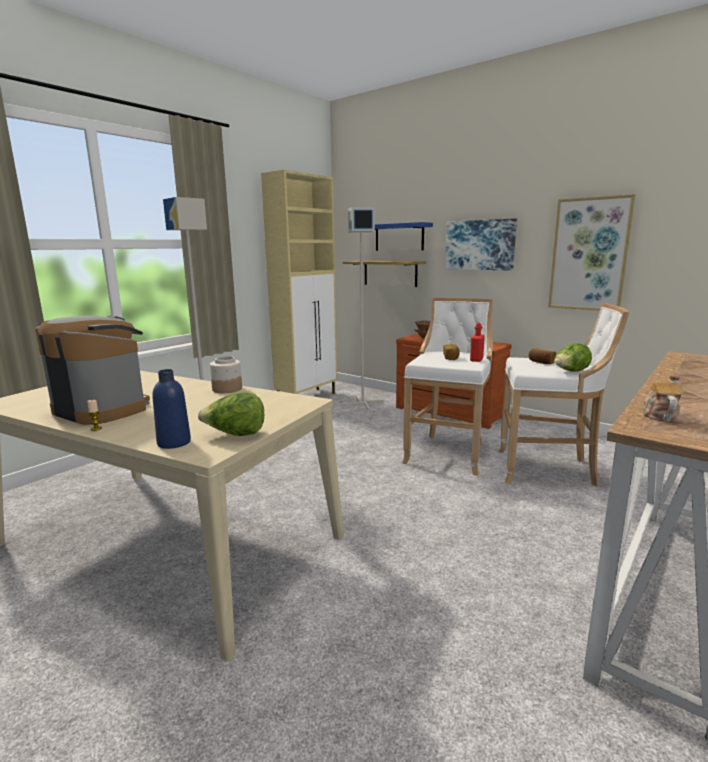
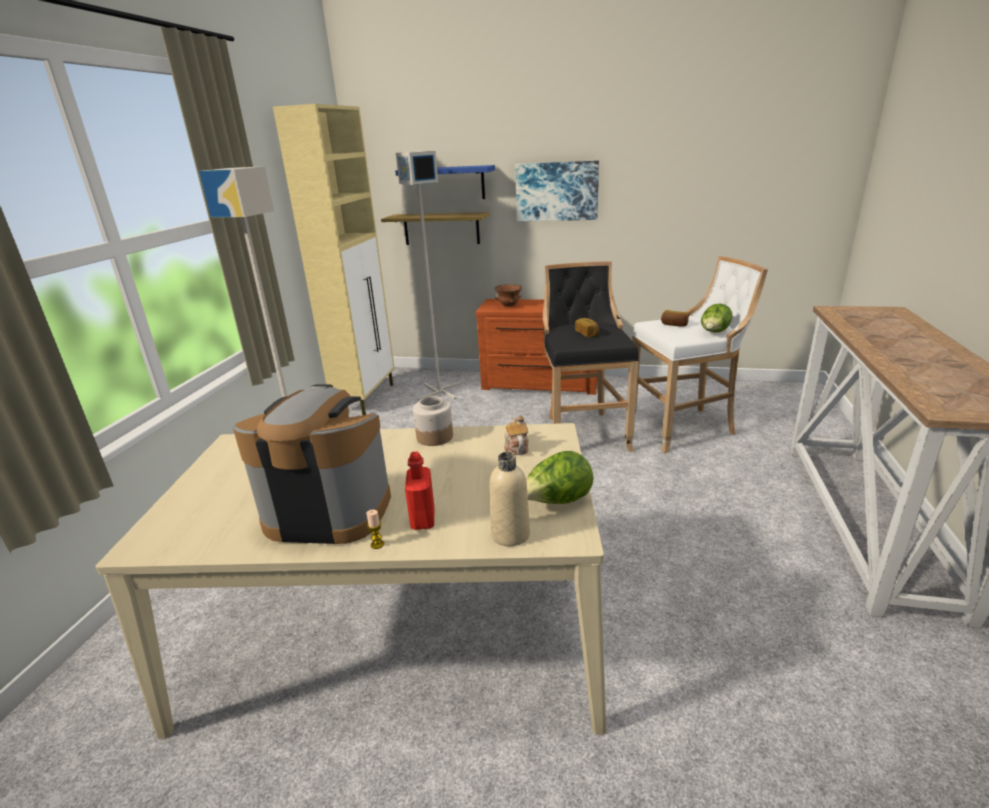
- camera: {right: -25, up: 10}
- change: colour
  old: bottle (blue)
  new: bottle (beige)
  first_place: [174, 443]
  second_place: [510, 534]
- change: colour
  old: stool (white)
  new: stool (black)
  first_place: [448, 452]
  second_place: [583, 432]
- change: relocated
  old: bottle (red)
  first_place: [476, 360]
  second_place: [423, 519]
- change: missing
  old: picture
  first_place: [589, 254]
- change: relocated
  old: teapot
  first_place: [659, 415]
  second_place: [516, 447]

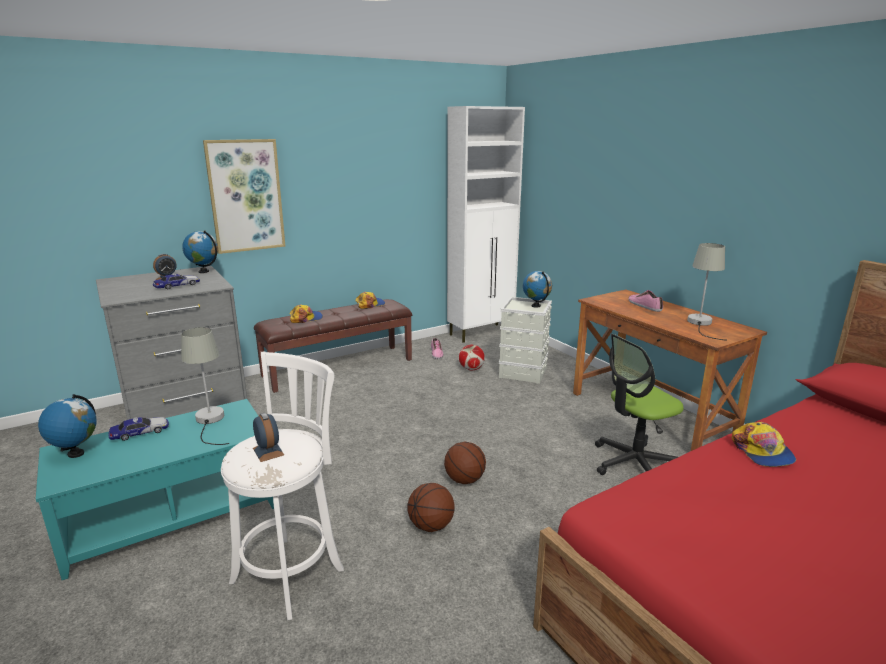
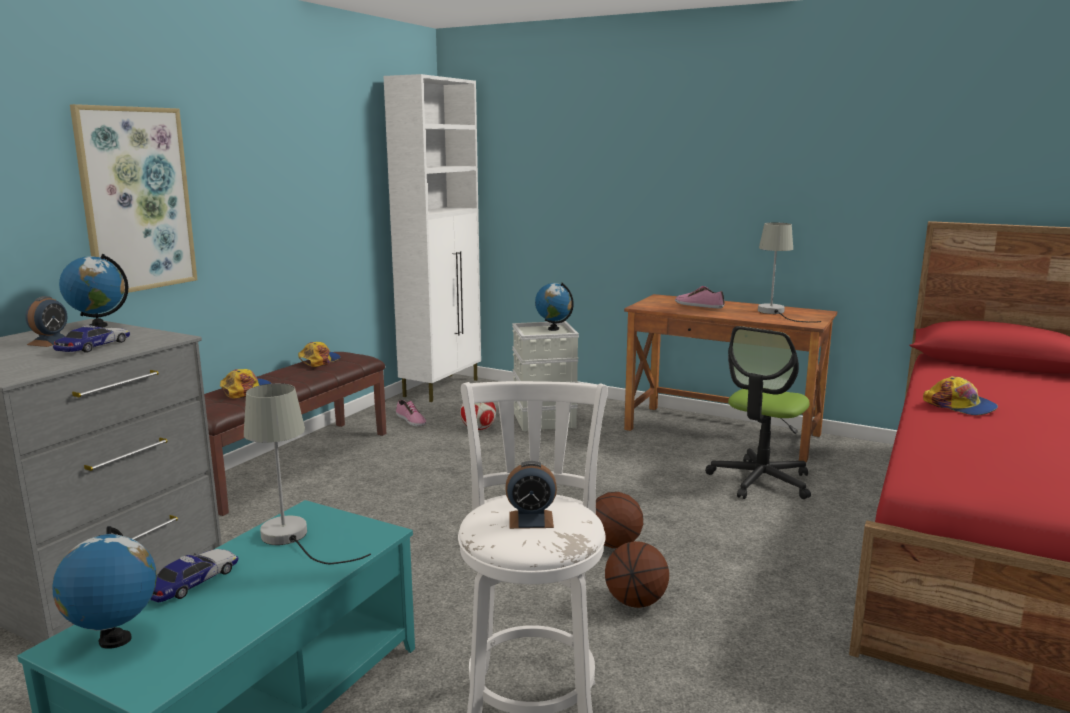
- camera: {right: -30, up: -5}
- change: spun
  old: alarm clock
  first_place: [268, 451]
  second_place: [531, 520]
  degrees: 150

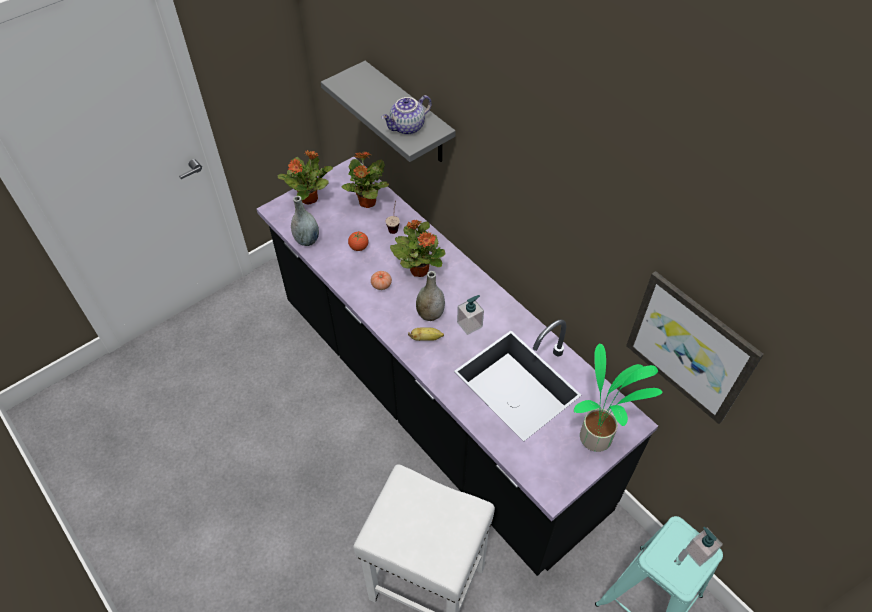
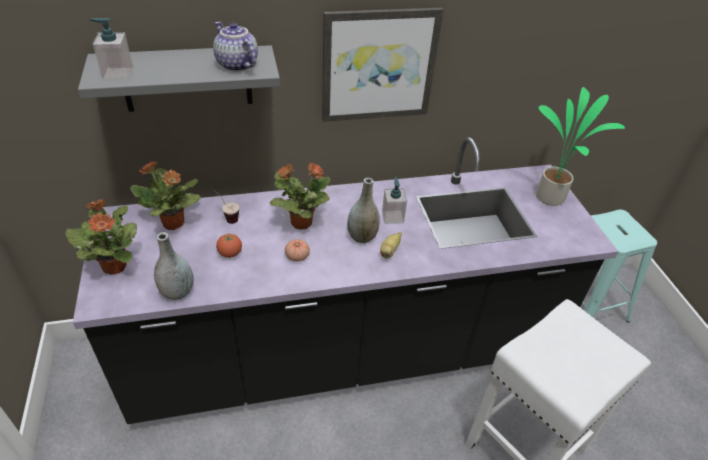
- camera: {right: -65, up: -10}
- change: spun
  old: teapot
  first_place: [407, 128]
  second_place: [235, 65]
  degrees: 150
- change: relocated
  old: picture
  first_place: [690, 347]
  second_place: [378, 65]
- change: relocated
  old: soap dispenser
  first_place: [698, 552]
  second_place: [118, 74]

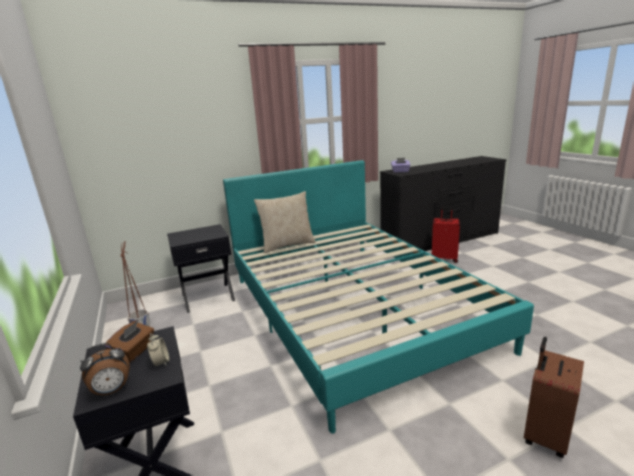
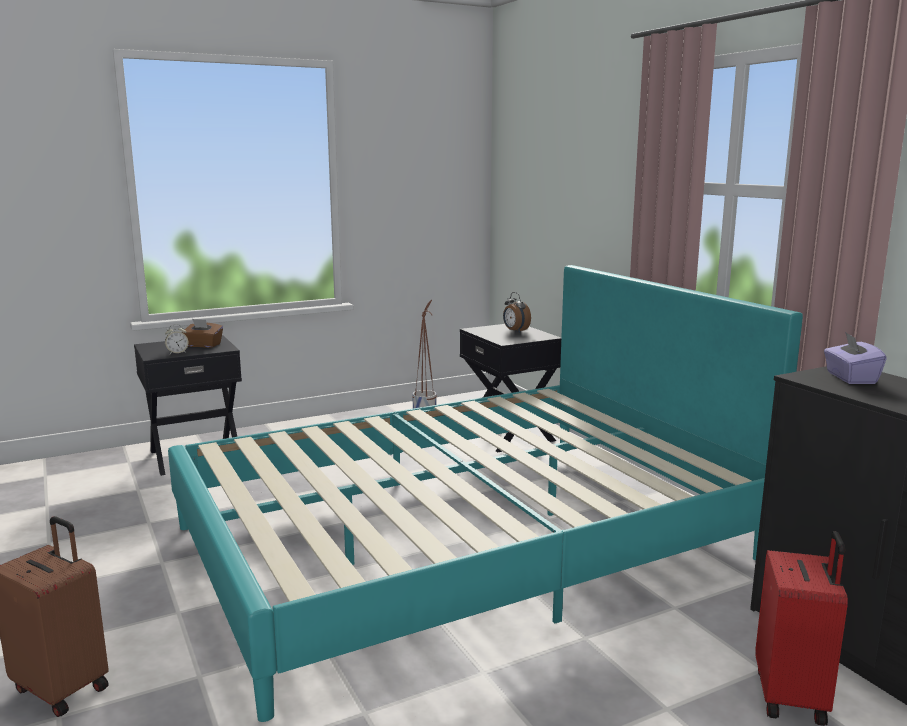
- camera: {right: 85, up: -5}
- change: relocated
  old: alarm clock
  first_place: [112, 391]
  second_place: [515, 331]
- change: missing
  old: pillow (beige)
  first_place: [287, 245]

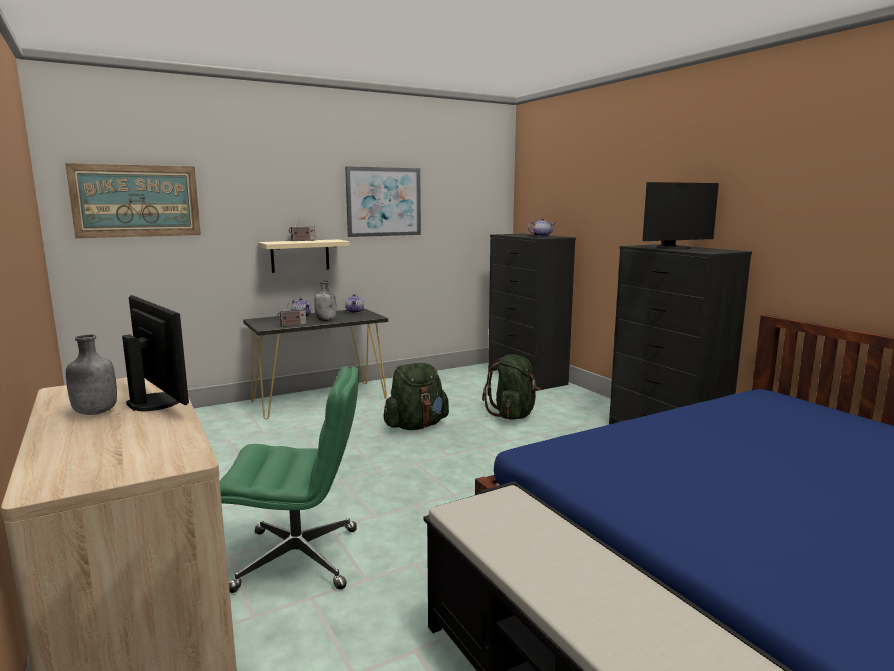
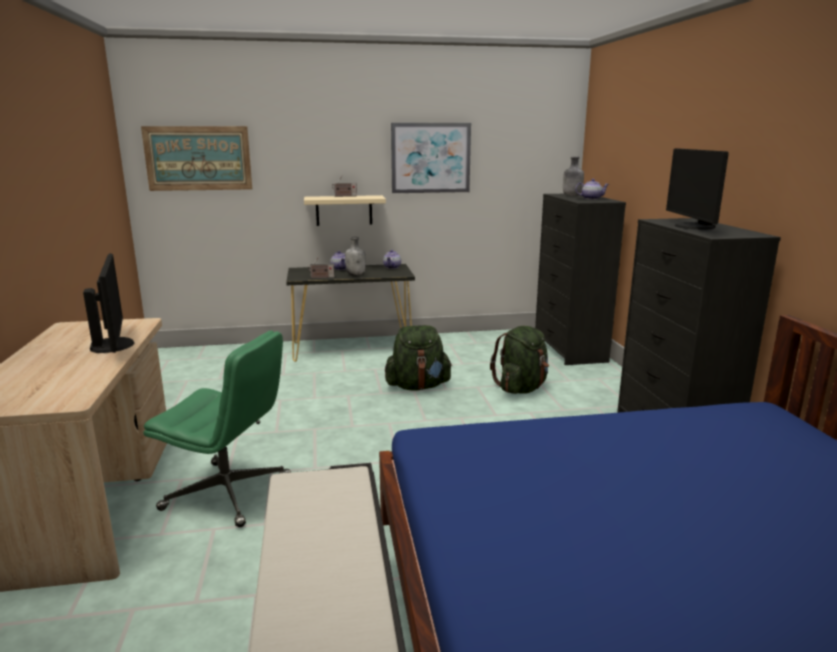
- camera: {right: 20, up: 5}
- change: relocated
  old: bottle (grey)
  first_place: [94, 413]
  second_place: [571, 195]
- change: spun
  old: monitor
  first_place: [675, 248]
  second_place: [692, 227]
  degrees: 90

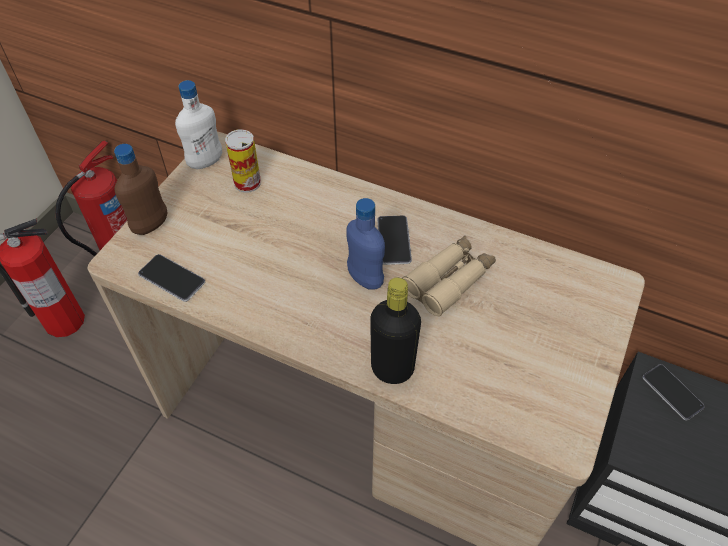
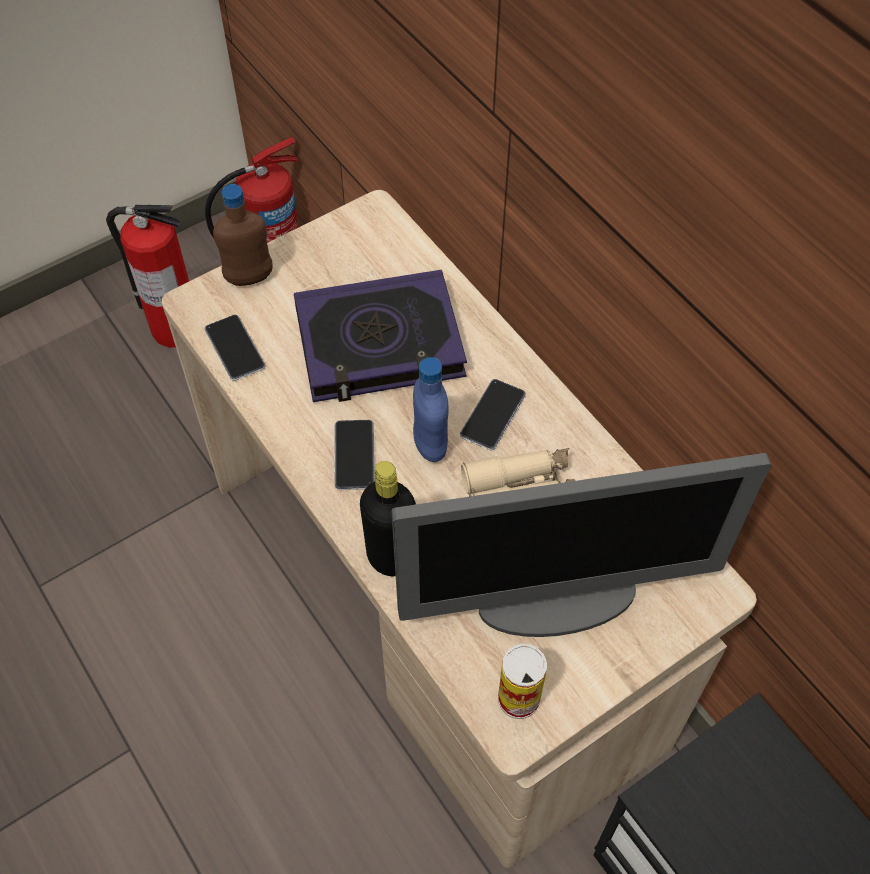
- camera: {right: 30, up: 5}
- change: missing
  old: bottle (white)
  first_place: [205, 162]
- change: relocated
  old: can
  first_place: [247, 183]
  second_place: [518, 698]
- change: relocated
  old: phone
  first_place: [672, 392]
  second_place: [354, 455]
- change: appeared
  new: book
  second_place: [379, 345]
- change: appeared
  new: monitor
  second_place: [558, 600]

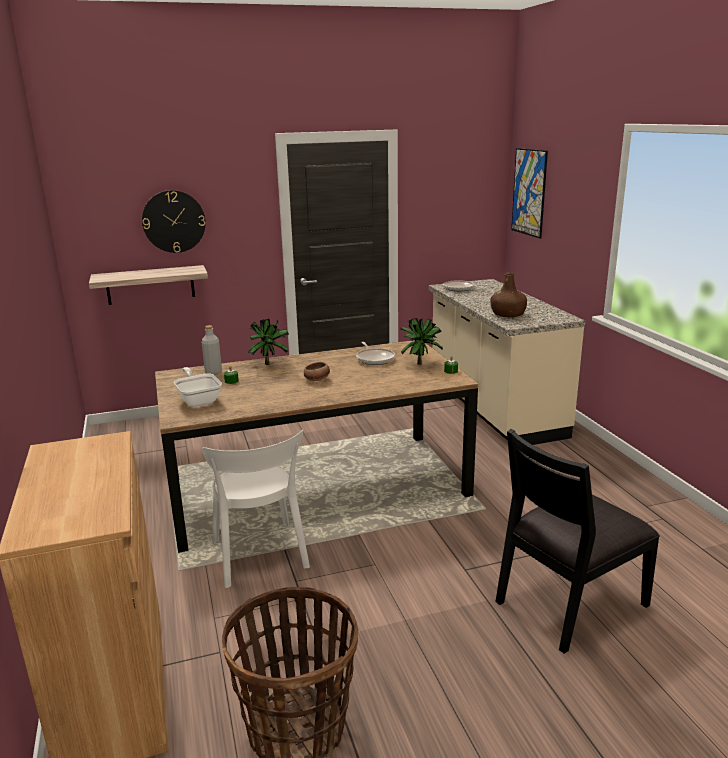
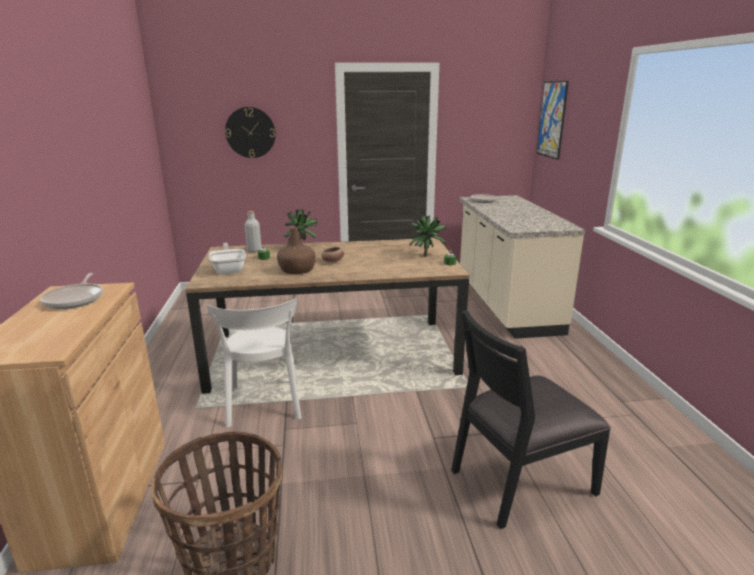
- camera: {right: 10, up: 0}
- change: missing
  old: shelf
  first_place: [150, 285]
- change: relocated
  old: frying pan
  first_place: [375, 359]
  second_place: [75, 299]
- change: relocated
  old: bottle (brown)
  first_place: [508, 314]
  second_place: [297, 270]

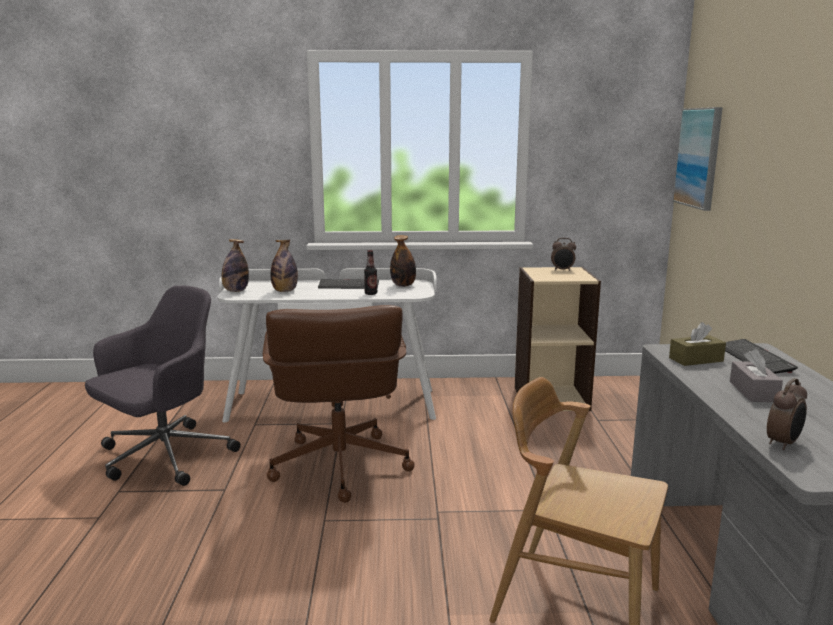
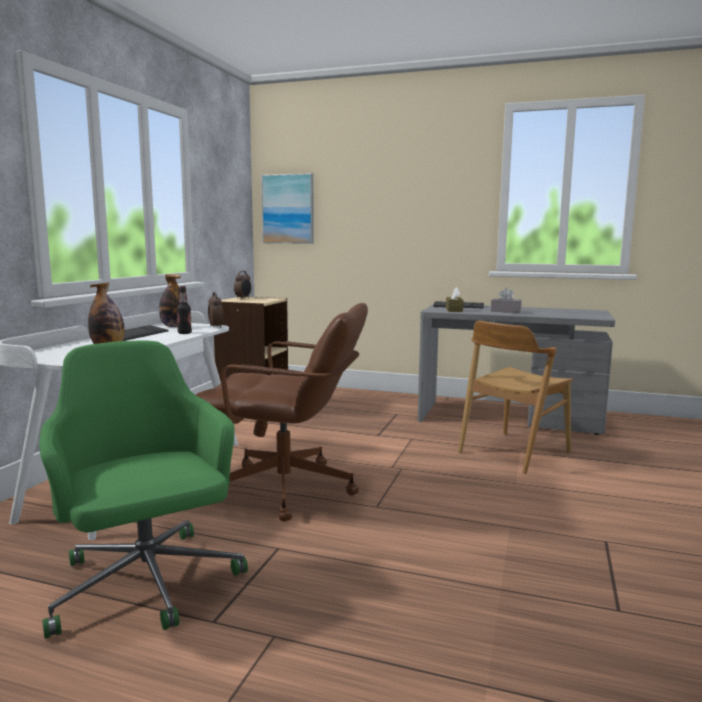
- camera: {right: -70, up: -5}
- change: colour
  old: office chair (grey)
  new: office chair (green)
  first_place: [163, 457]
  second_place: [146, 585]
- change: missing
  old: bottle
  first_place: [236, 291]
- change: relocated
  old: alarm clock
  first_place: [783, 443]
  second_place: [216, 327]

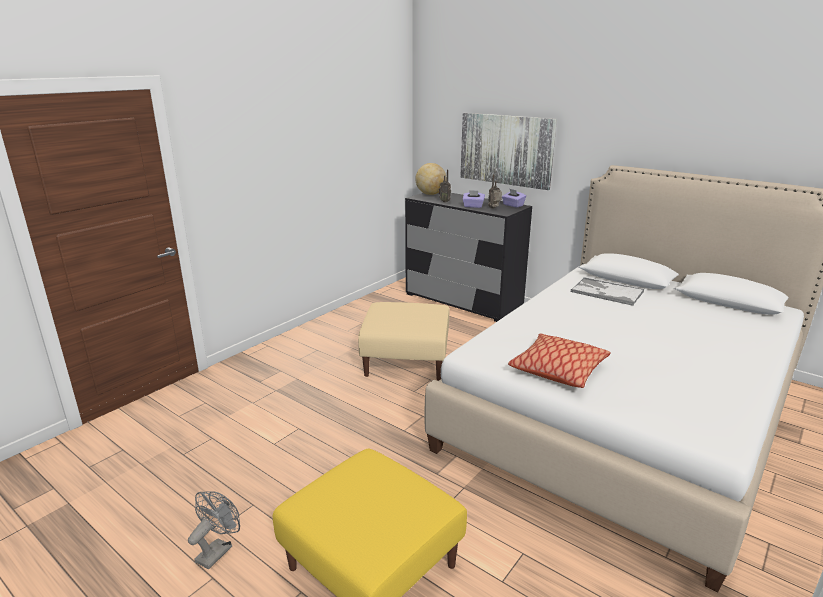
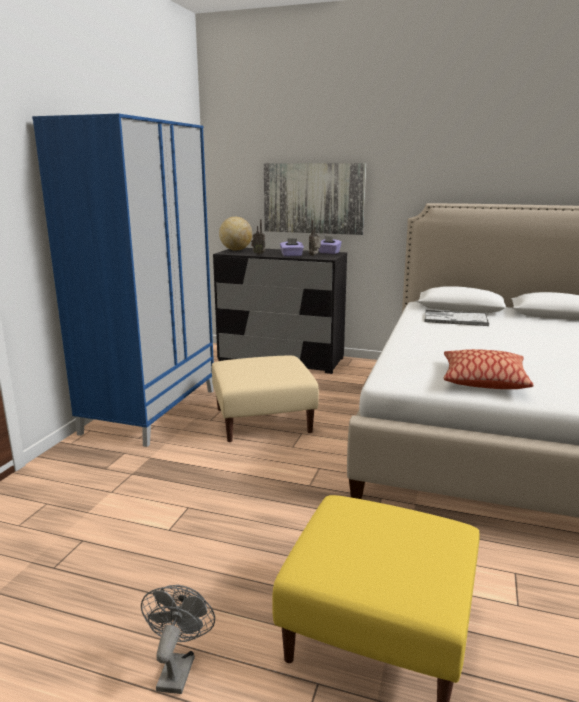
- camera: {right: -20, up: -5}
- change: appeared
  new: wardrobe (blue)
  second_place: [151, 410]

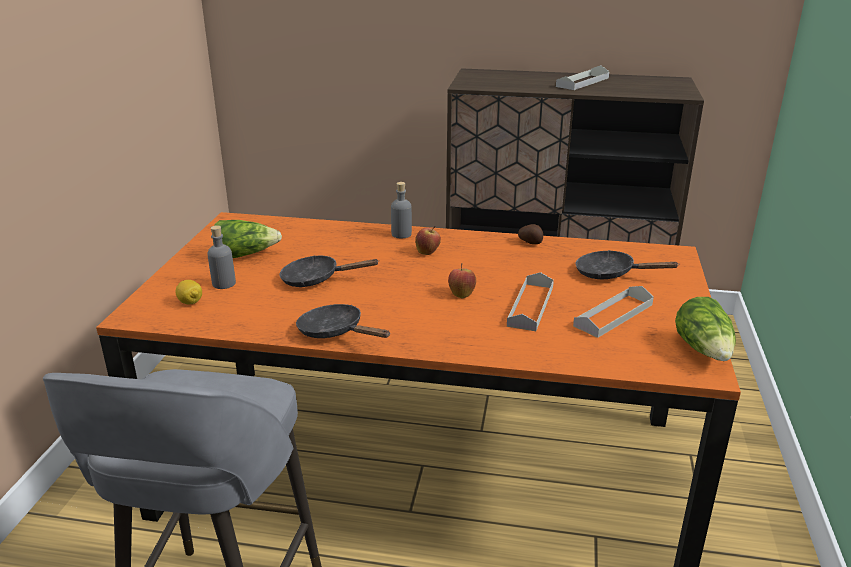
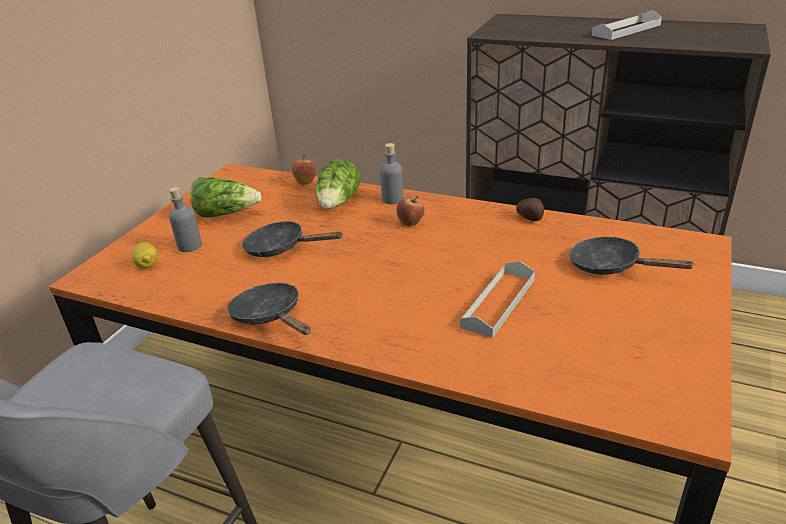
- camera: {right: 15, up: 5}
- change: relocated
  old: apple
  first_place: [461, 294]
  second_place: [305, 182]
- change: missing
  old: tray (grey)
  first_place: [613, 315]
- change: relocated
  old: lettuce
  first_place: [704, 350]
  second_place: [338, 203]

